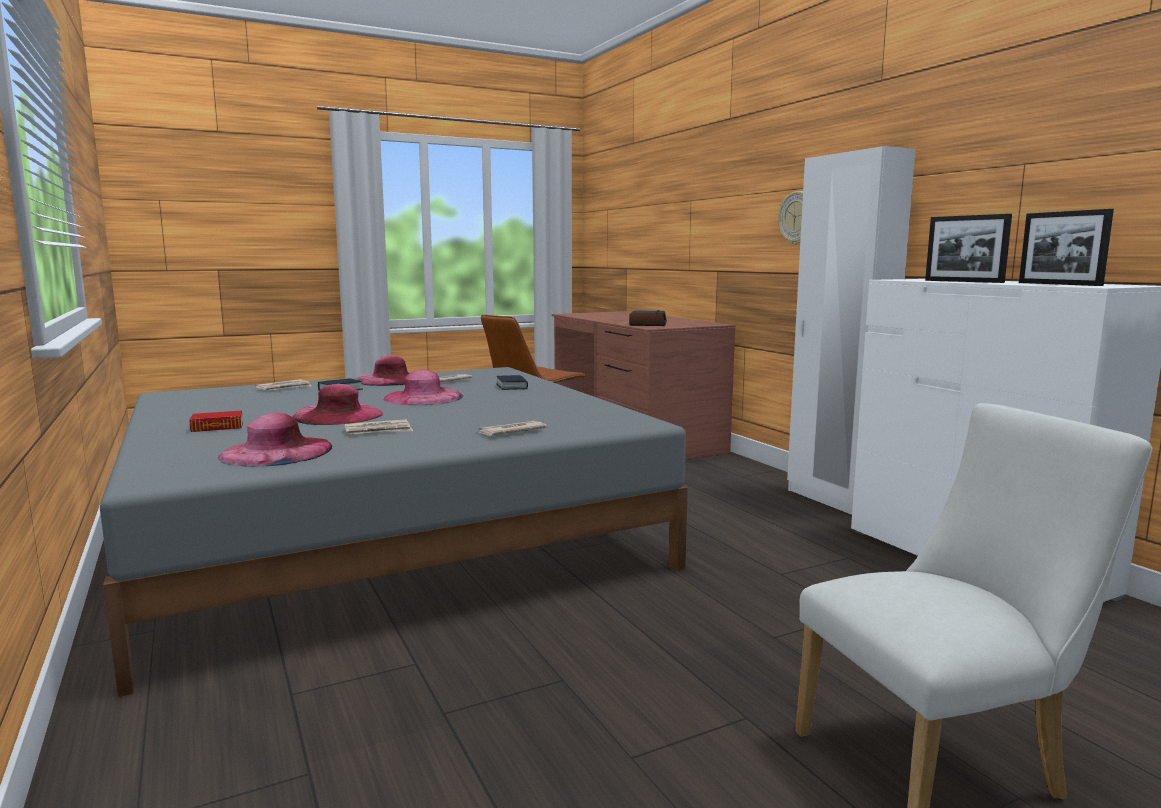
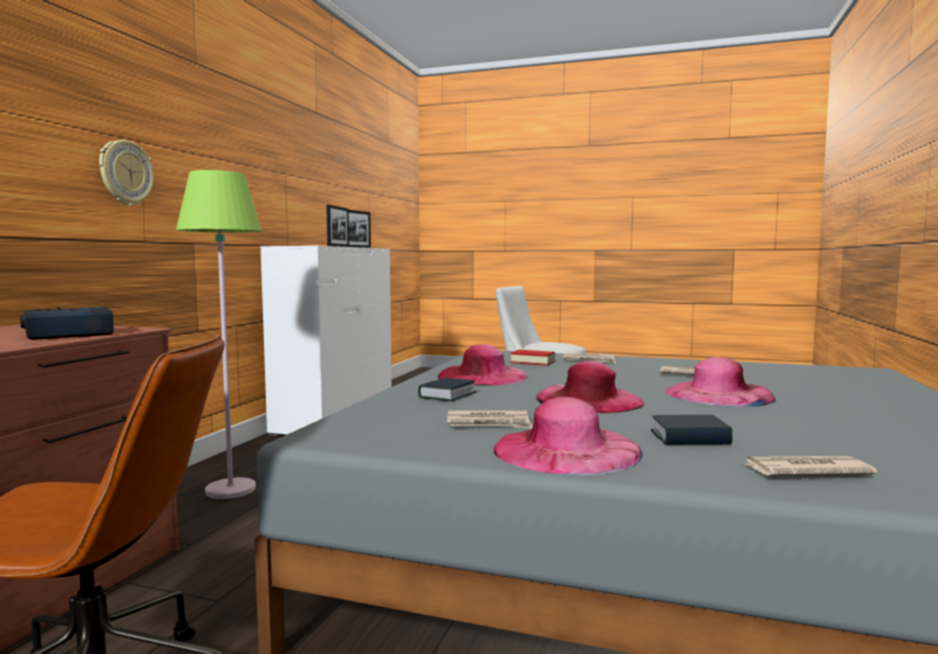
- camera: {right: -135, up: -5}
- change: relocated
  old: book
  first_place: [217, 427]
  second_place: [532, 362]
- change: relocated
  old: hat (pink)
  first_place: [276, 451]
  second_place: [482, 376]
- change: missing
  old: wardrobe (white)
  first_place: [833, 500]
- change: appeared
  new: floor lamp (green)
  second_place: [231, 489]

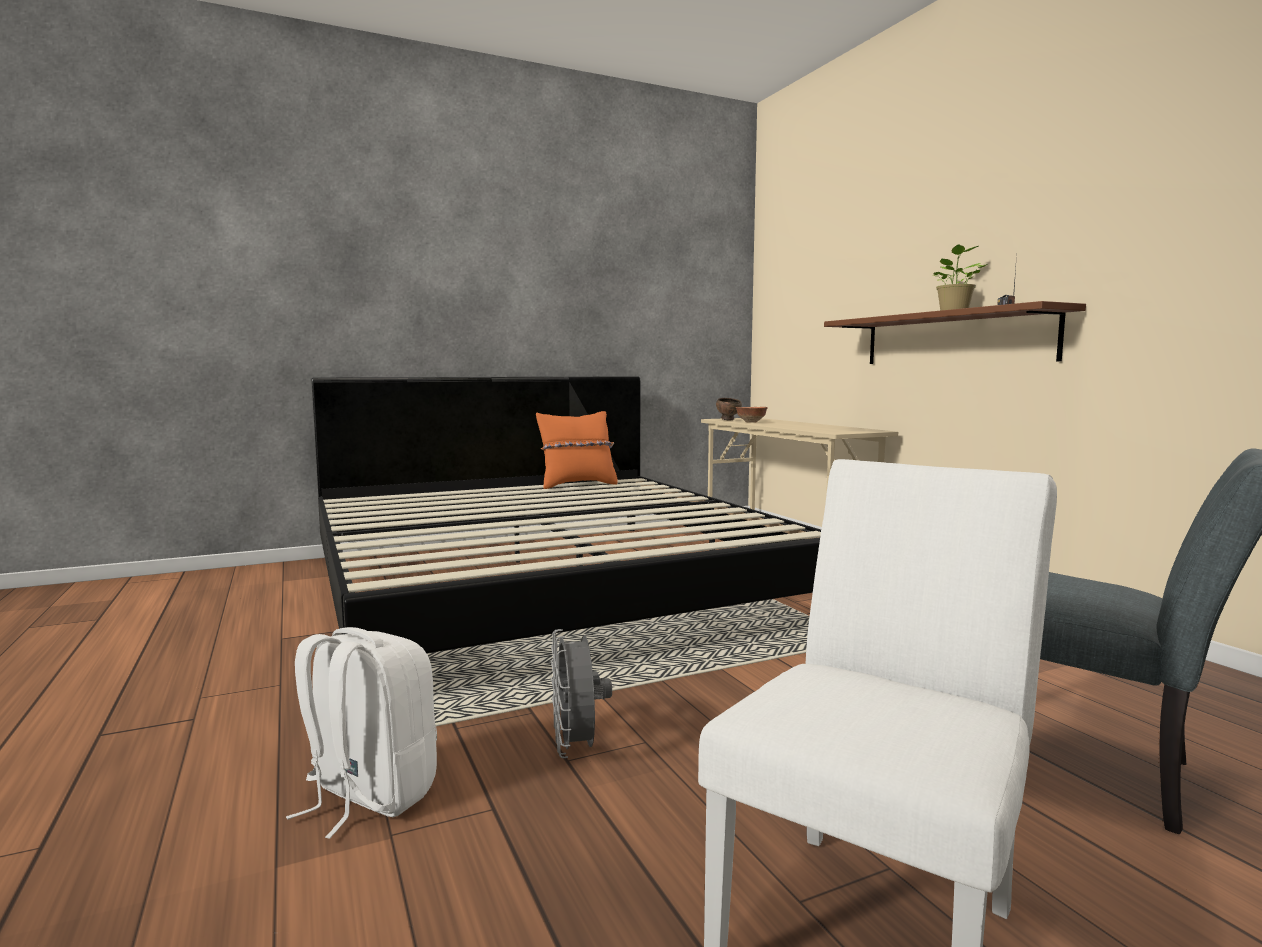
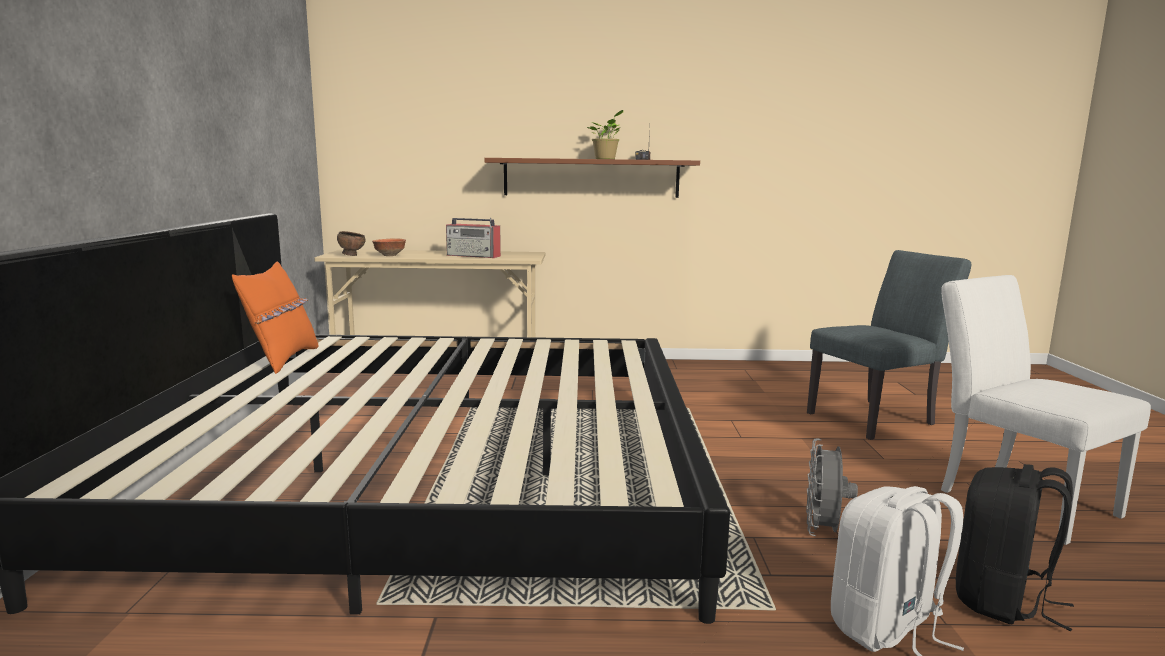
- camera: {right: -65, up: 5}
- change: spun
  old: fan (grey)
  first_place: [576, 748]
  second_place: [823, 531]
  degrees: 90
- change: appeared
  new: radio
  second_place: [474, 256]
- change: appeared
  new: backpack (black)
  second_place: [1002, 601]

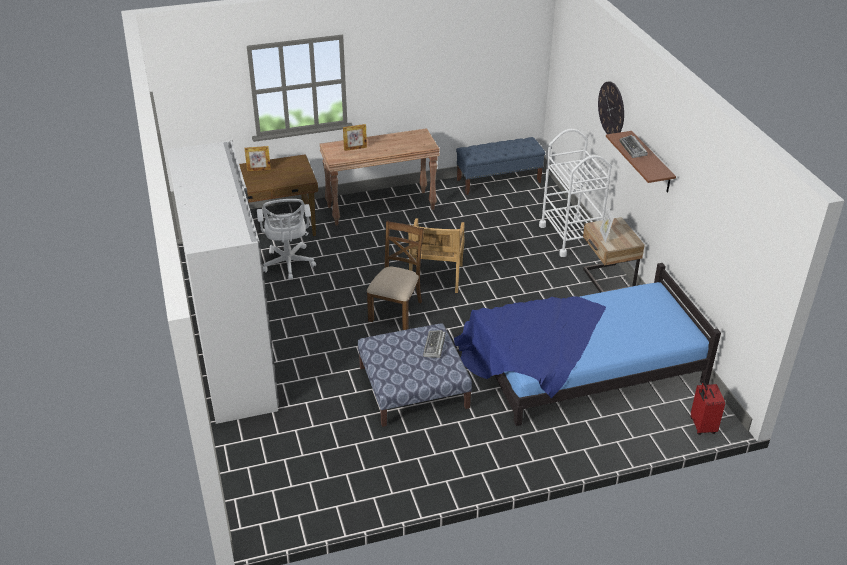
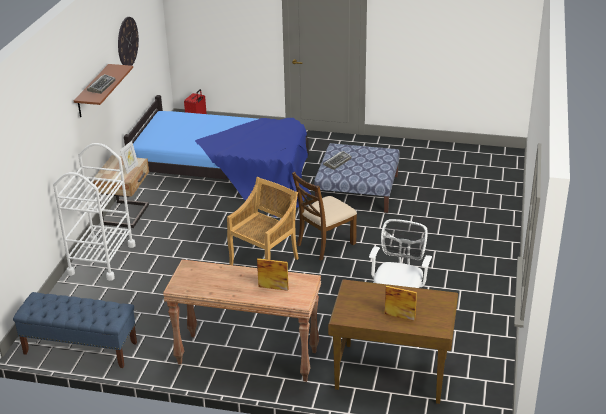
- camera: {right: -150, up: -5}
- change: missing
  old: wardrobe (white)
  first_place: [234, 356]
- change: relocated
  old: wall clock
  first_place: [611, 109]
  second_place: [127, 42]

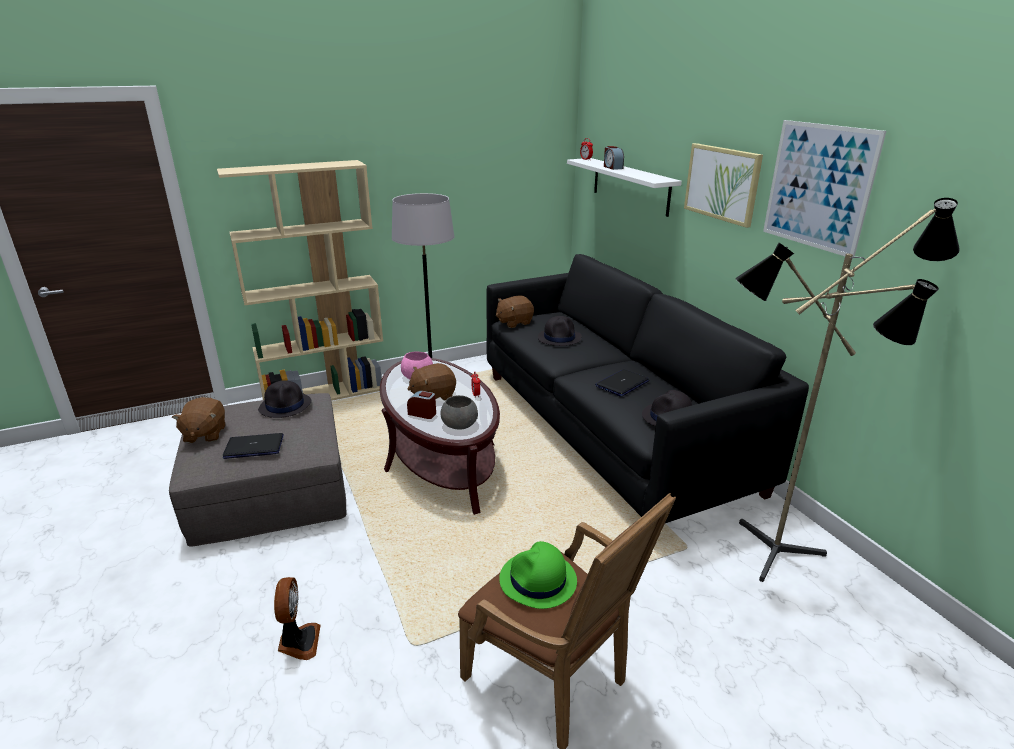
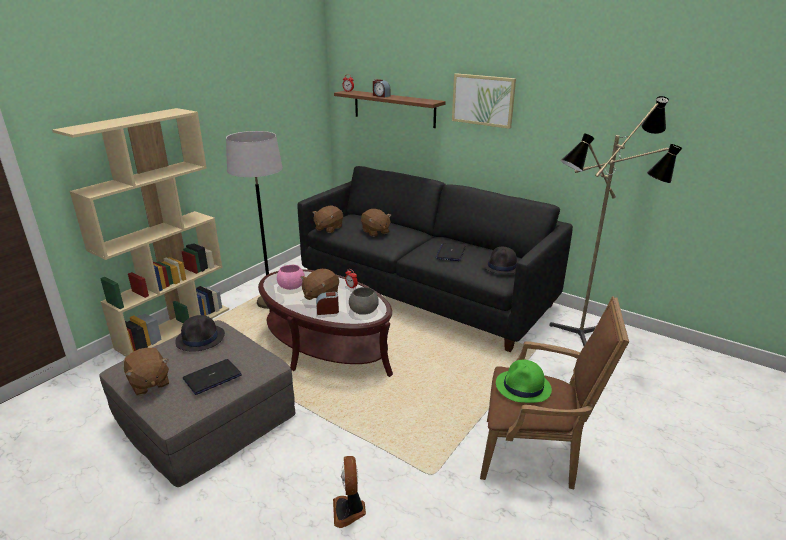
- camera: {right: -30, up: 0}
- change: spun
  old: fan
  first_place: [298, 642]
  second_place: [349, 510]
  degrees: -150
- change: exchanged
  old: hat (black)
  new: plush toy (brown)
  first_place: [559, 338]
  second_place: [375, 232]
- change: colour
  old: shelf (white)
  new: shelf (brown)
  first_place: [630, 186]
  second_place: [394, 108]
- change: missing
  old: picture
  first_place: [818, 186]

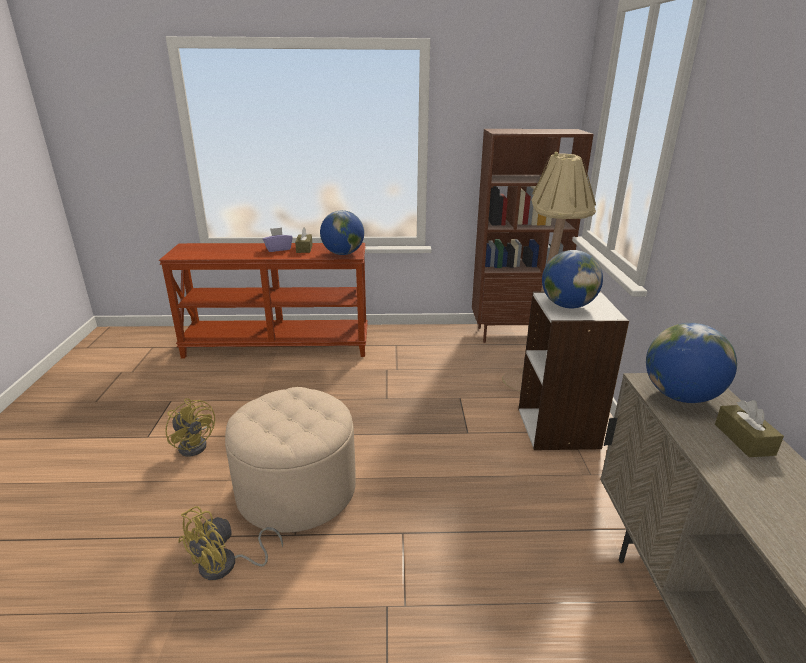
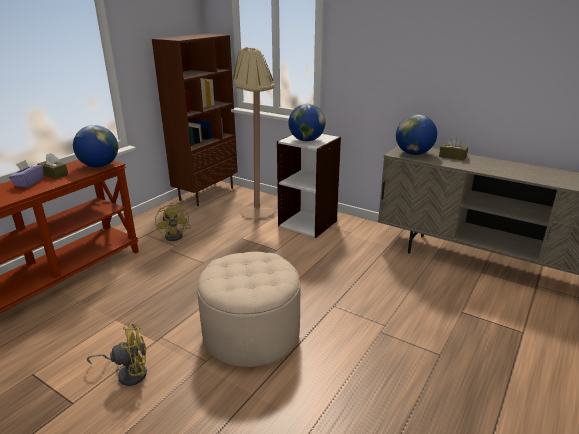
- camera: {right: -55, up: 0}
- change: relocated
  old: fan (yellow)
  first_place: [226, 566]
  second_place: [177, 235]

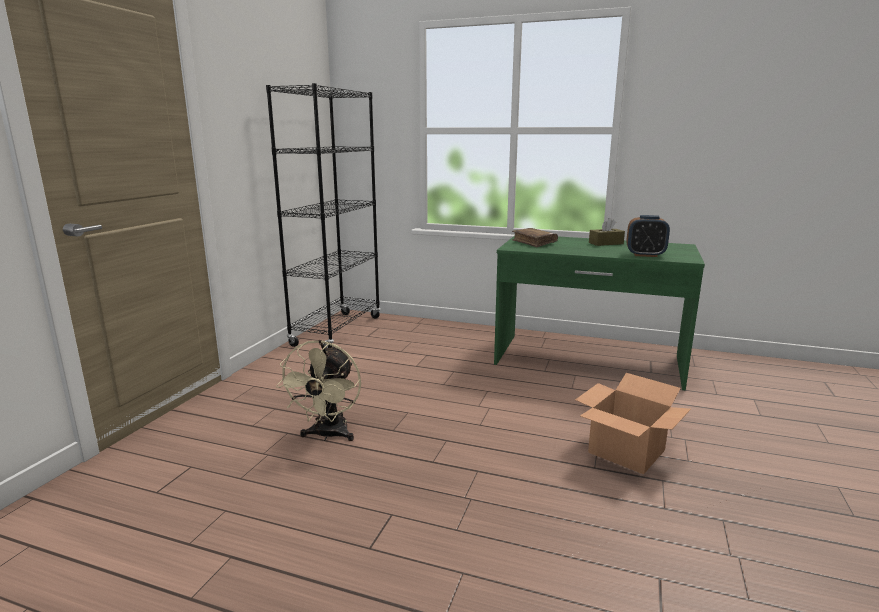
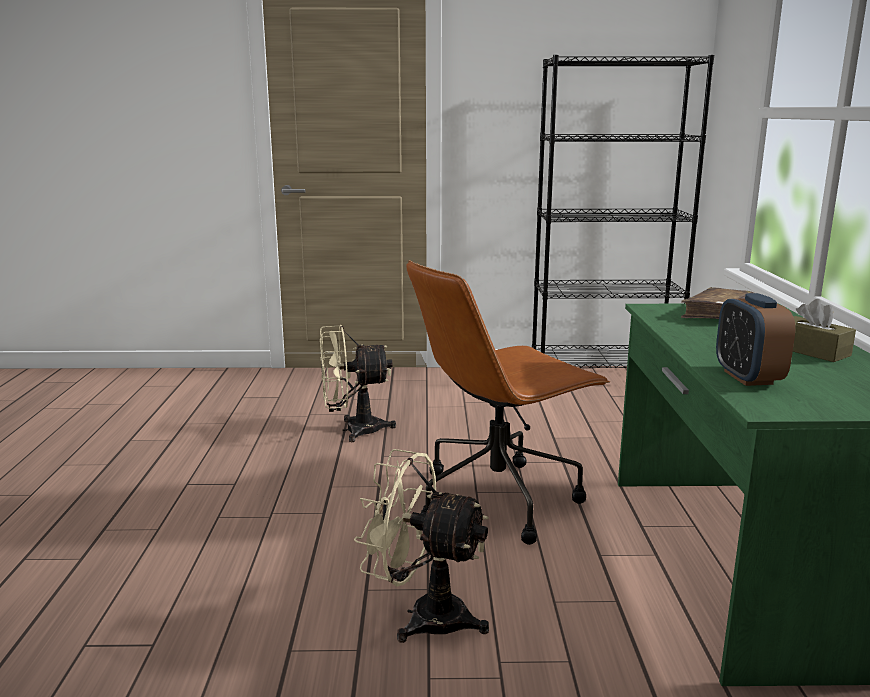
- camera: {right: 70, up: 0}
- change: exchanged
  old: cardboard box
  new: fan (beige)
  first_place: [627, 451]
  second_place: [423, 616]
- change: appeared
  new: office chair (brown)
  second_place: [499, 498]

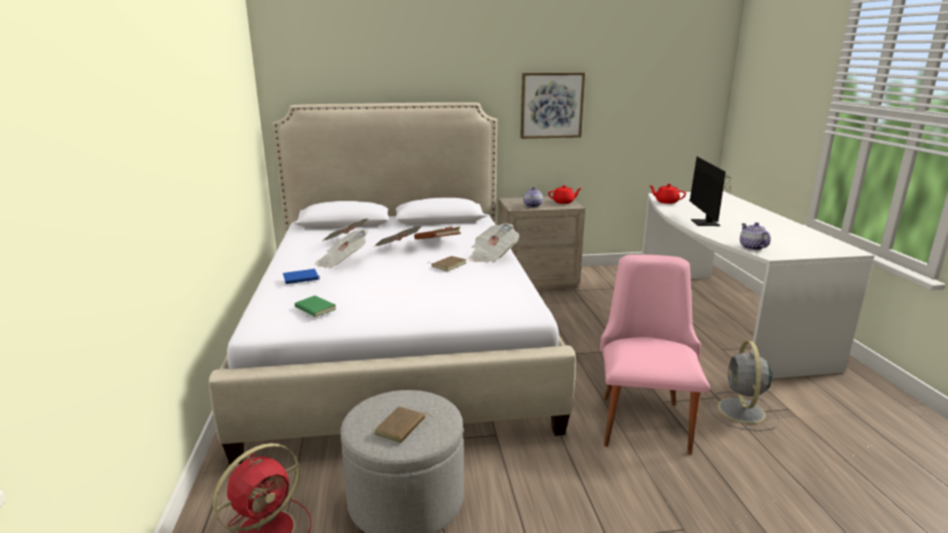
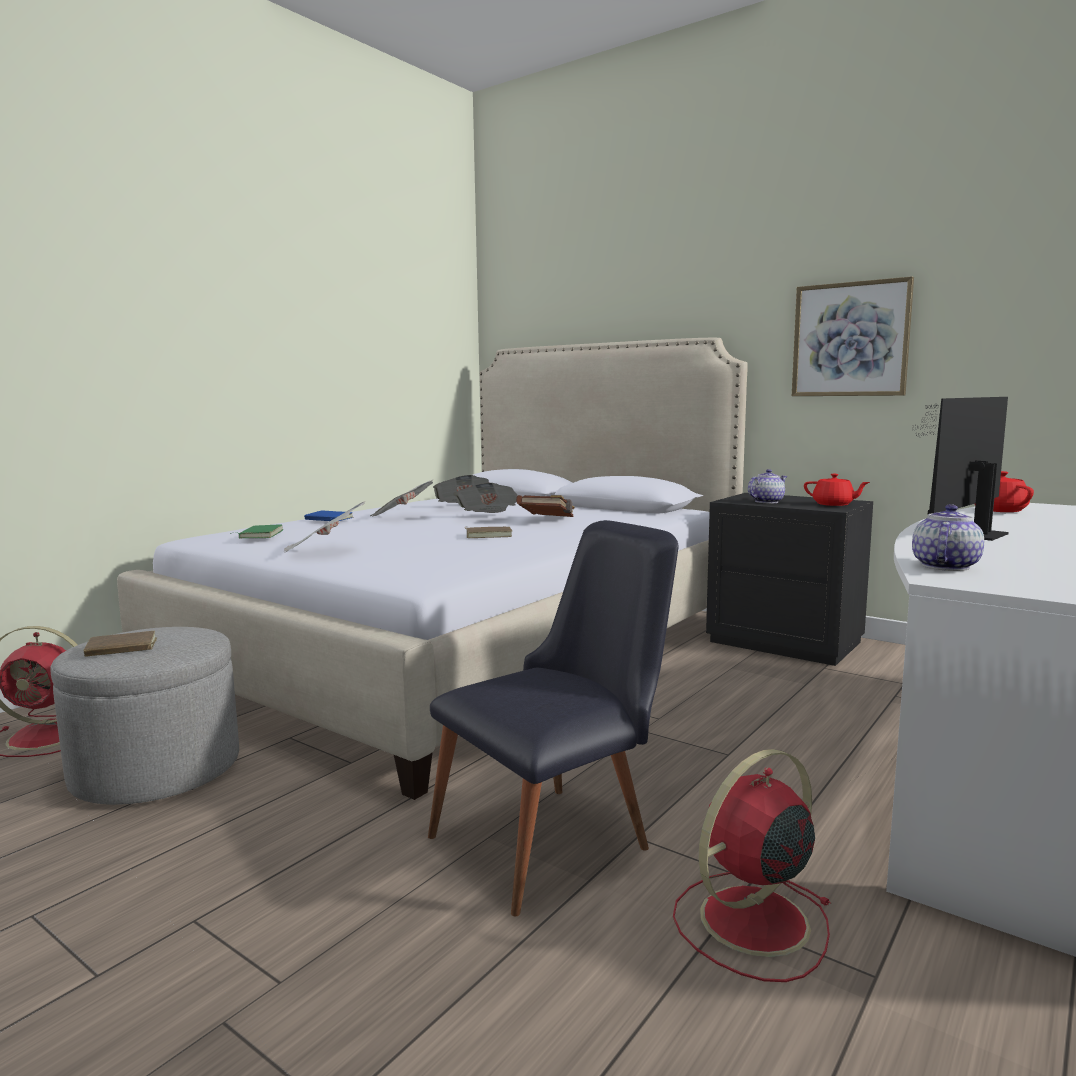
- camera: {right: 45, up: -10}
- change: relocated
  old: newspaper
  first_place: [492, 256]
  second_place: [322, 551]
- change: colour
  old: nightstand (beige)
  new: nightstand (black)
  first_place: [536, 280]
  second_place: [785, 642]
- change: colour
  old: chair (pink)
  new: chair (black)
  first_place: [643, 417]
  second_place: [558, 837]
- change: colour
  old: fan (grey)
  new: fan (red)
  first_place: [741, 412]
  second_place: [750, 922]

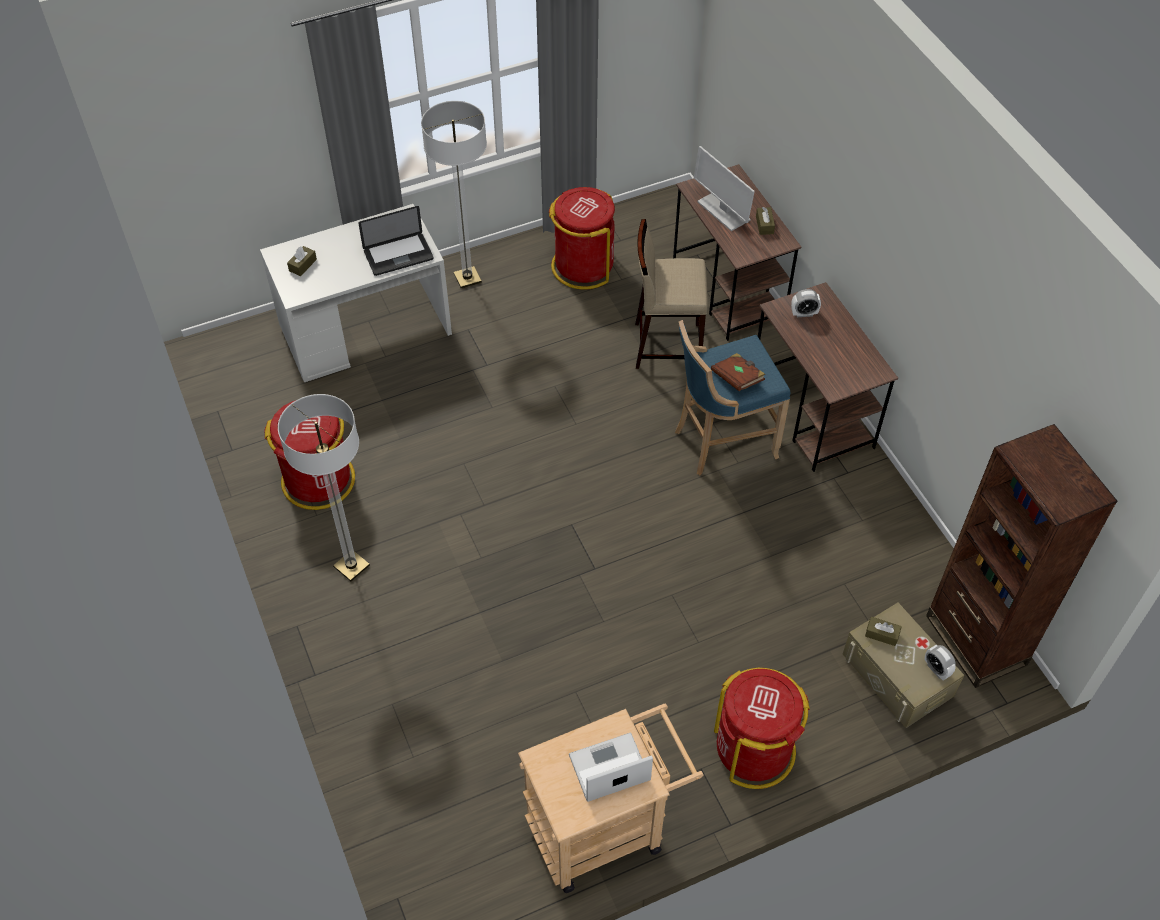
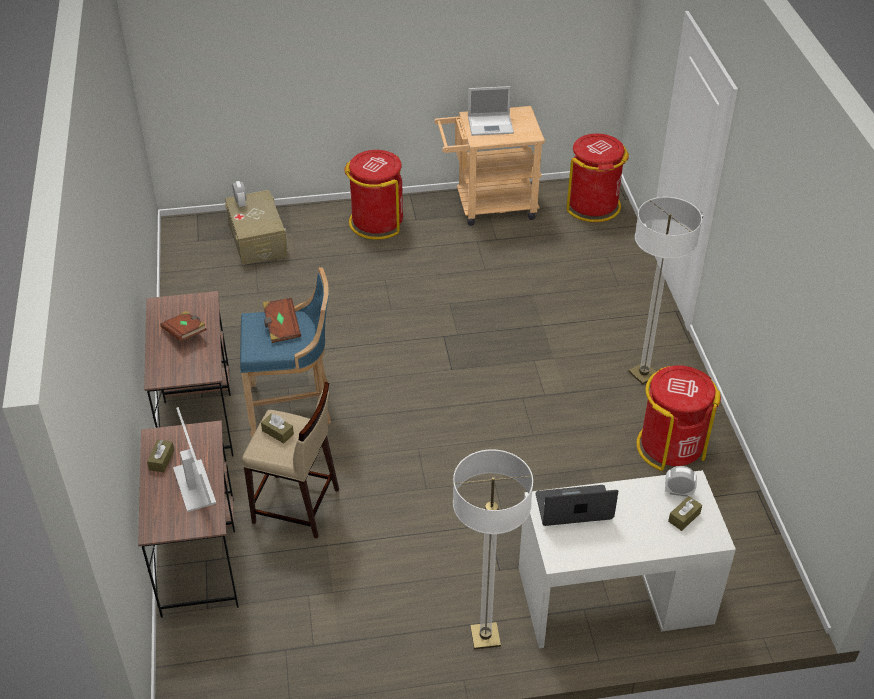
- camera: {right: -165, up: -10}
- change: relocated
  old: trash can (red)
  first_place: [583, 266]
  second_place: [593, 205]
- change: relocated
  old: alarm clock
  first_place: [804, 313]
  second_place: [678, 492]
- change: relocated
  old: tissue box (brown)
  first_place: [882, 634]
  second_place: [277, 432]
- change: missing
  old: bookcase (brown)
  first_place: [975, 640]
- change: appeared
  new: book (brown)
  second_place: [185, 333]

